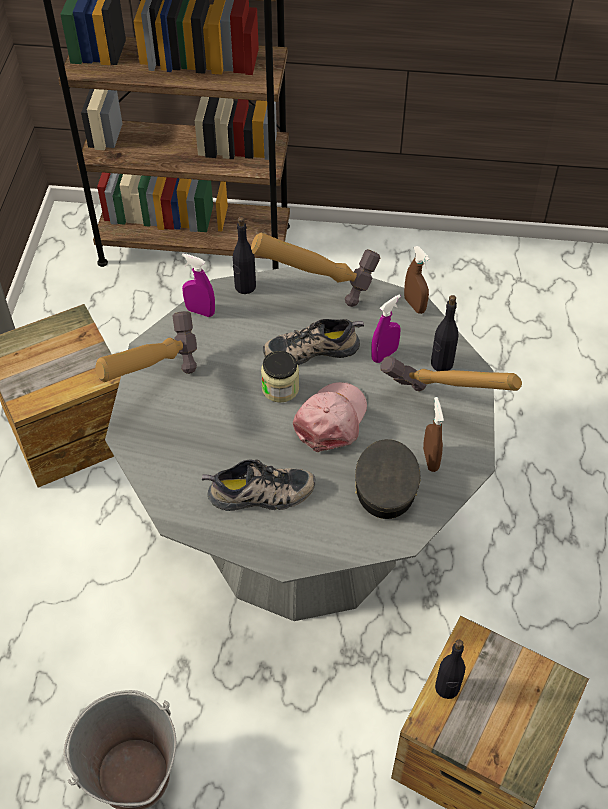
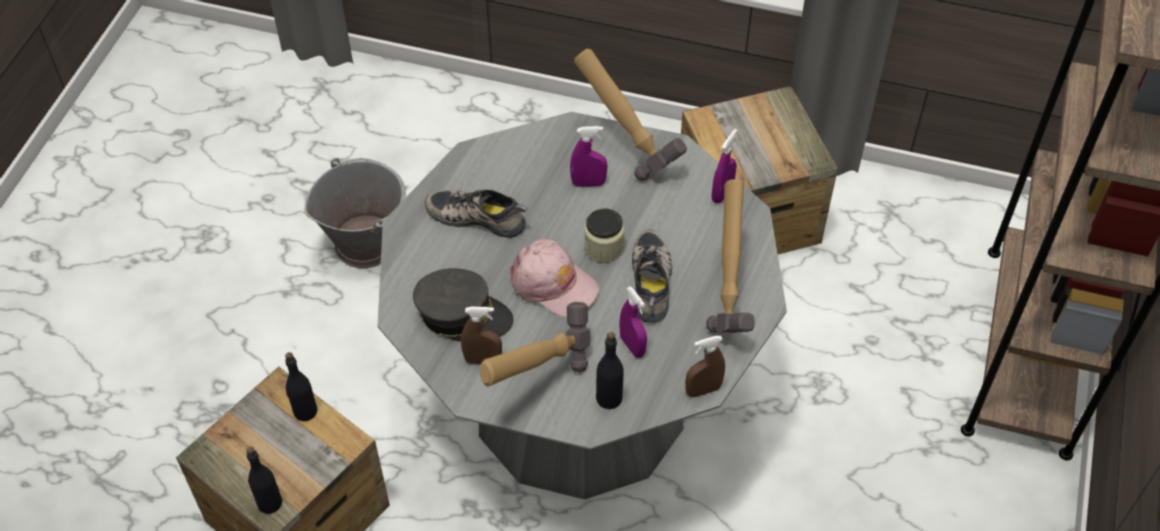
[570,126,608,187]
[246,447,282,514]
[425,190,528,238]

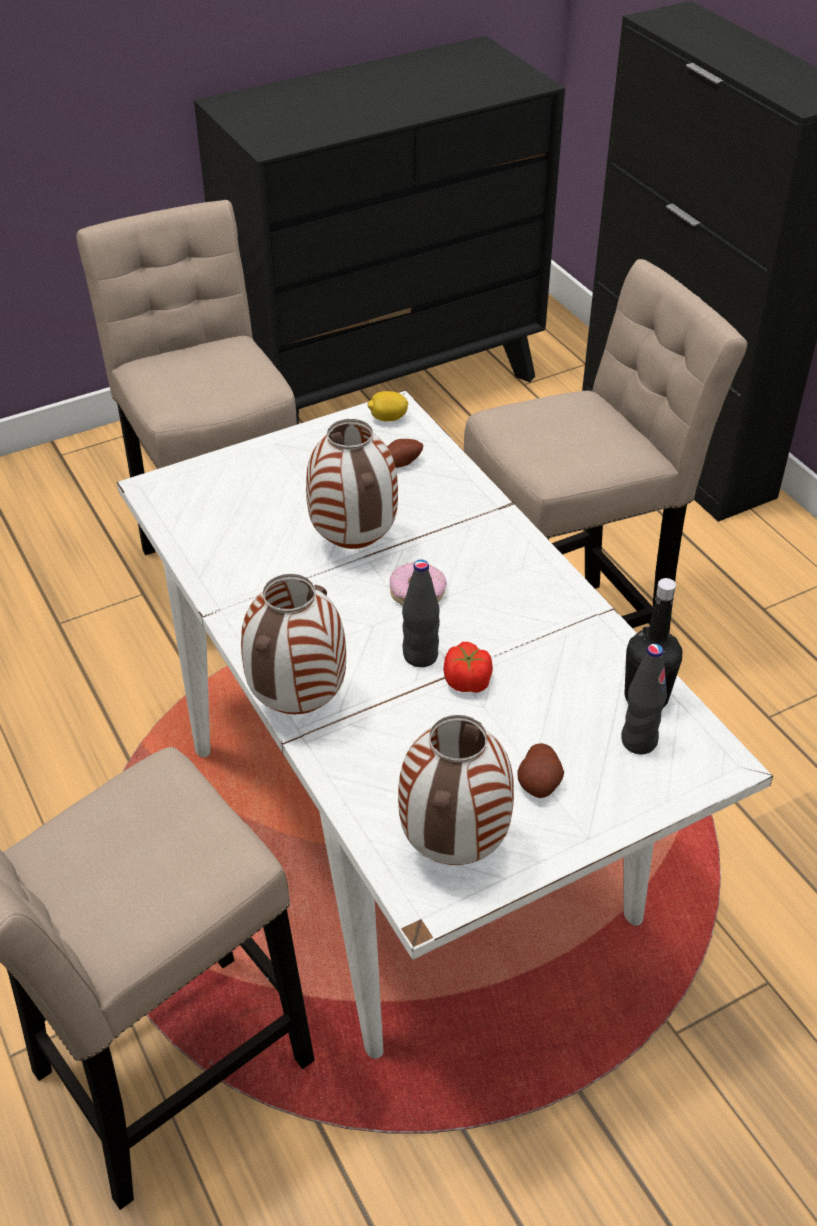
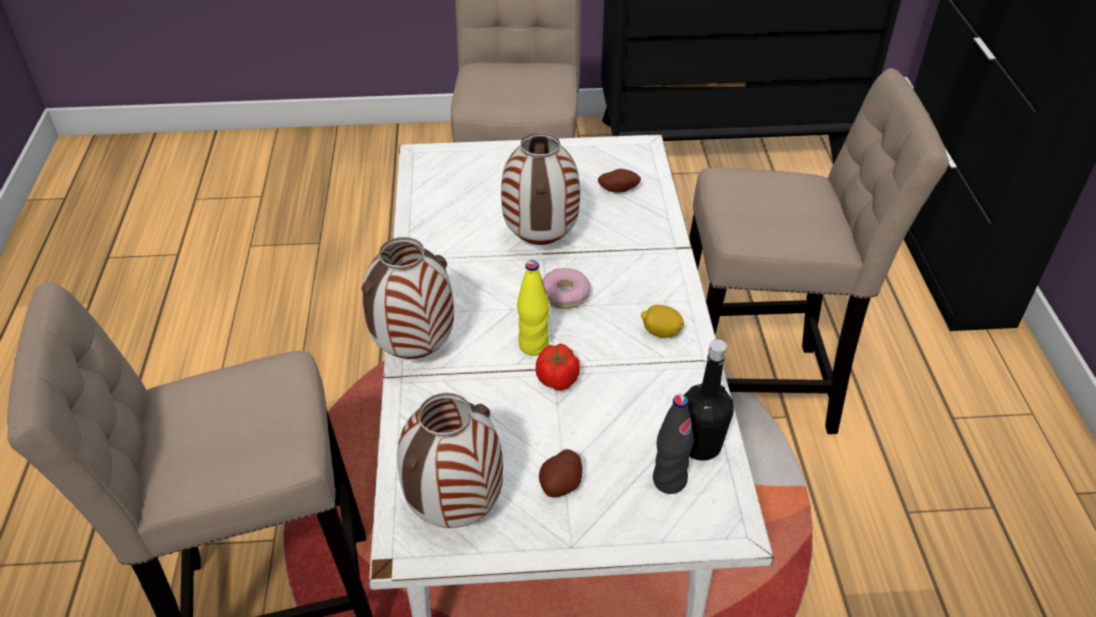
[641,305,684,338]
[517,260,549,356]

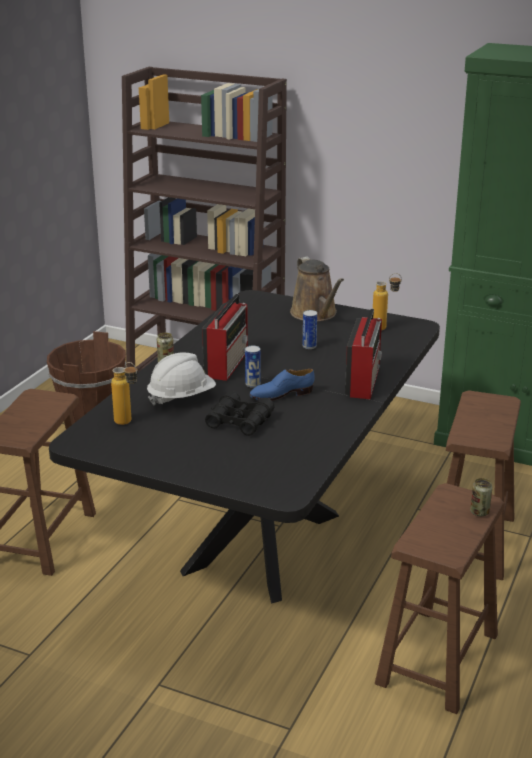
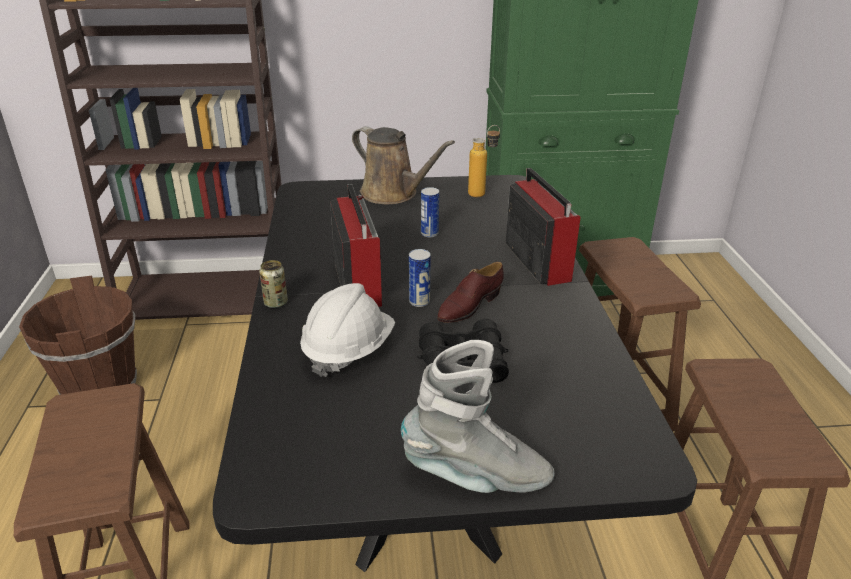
[111,362,138,425] (first image)
[470,478,493,516] (first image)
[401,340,555,493]
[437,262,504,323]

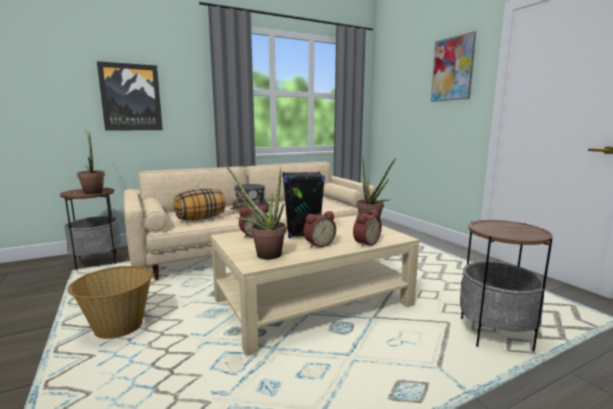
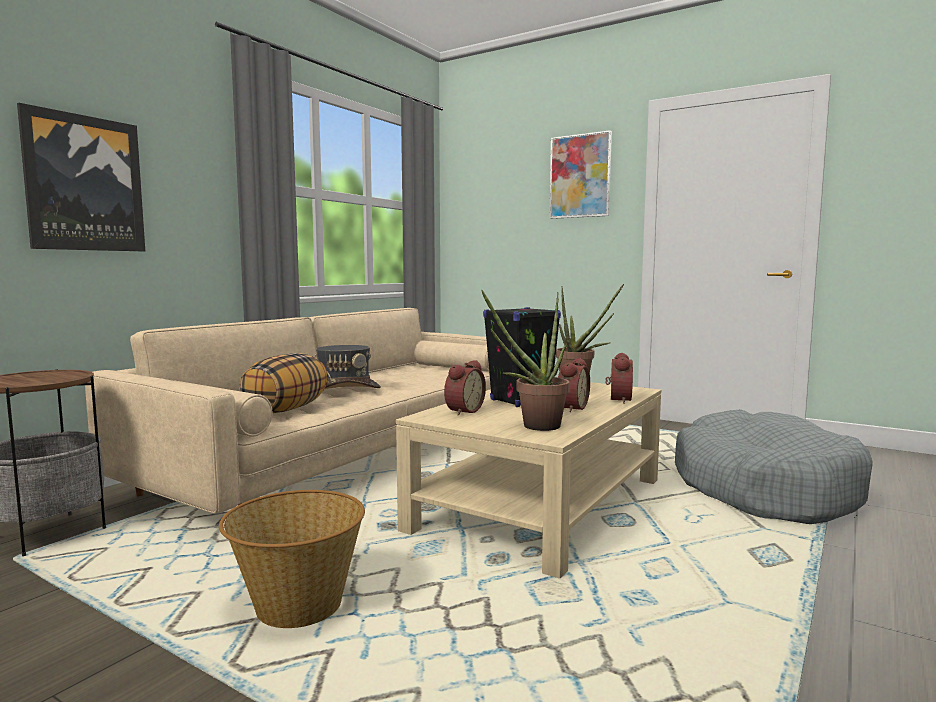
[77,131,105,194] (first image)
[675,409,873,524]

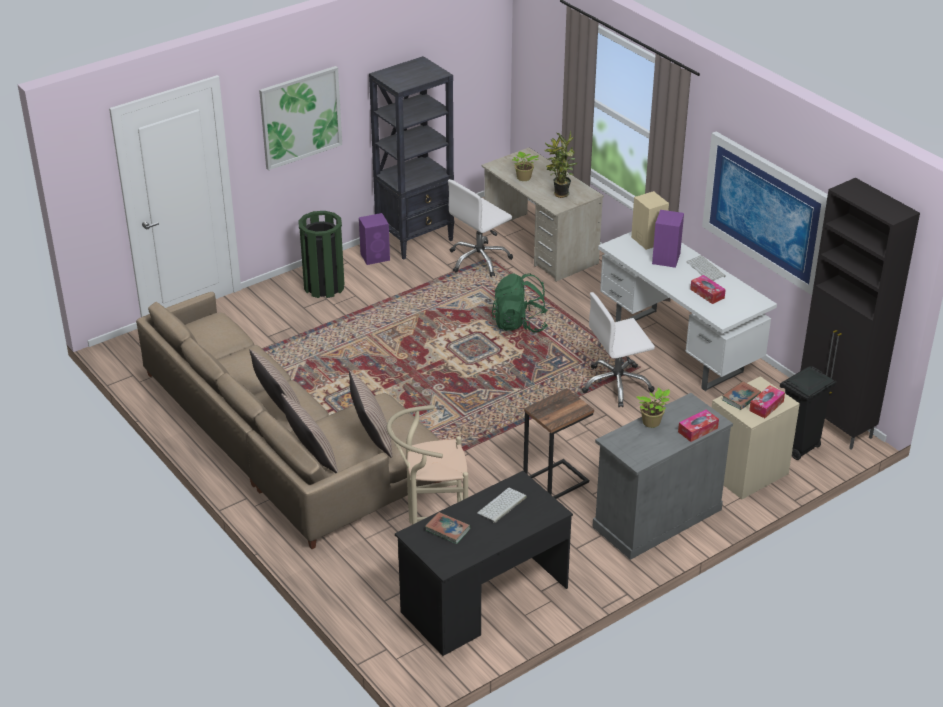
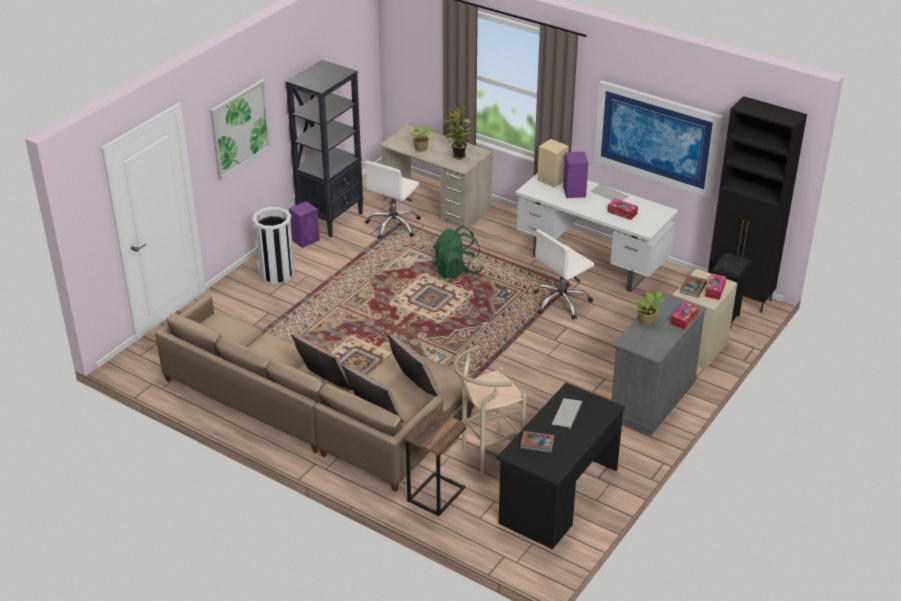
[405,410,467,516]
[252,207,295,284]

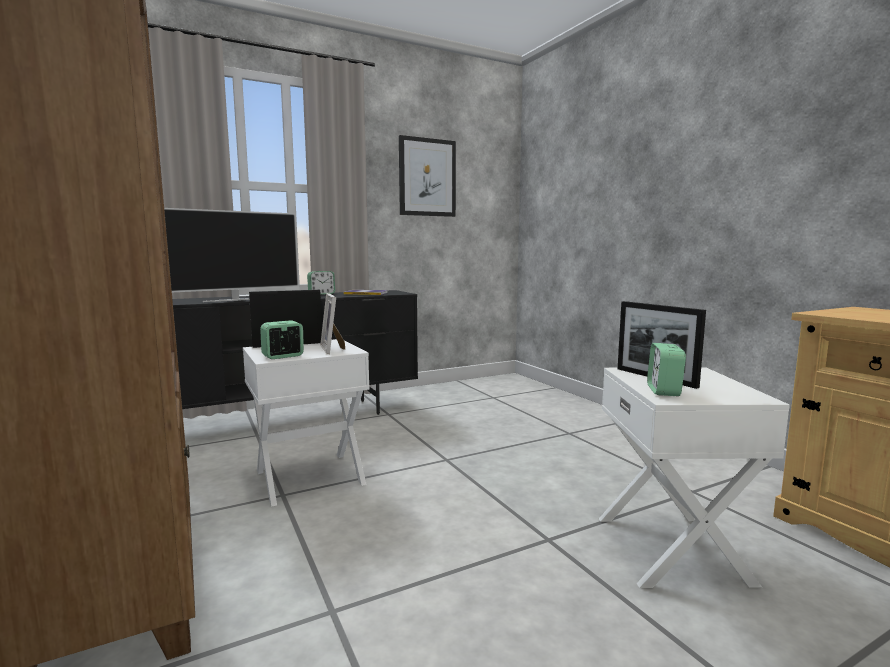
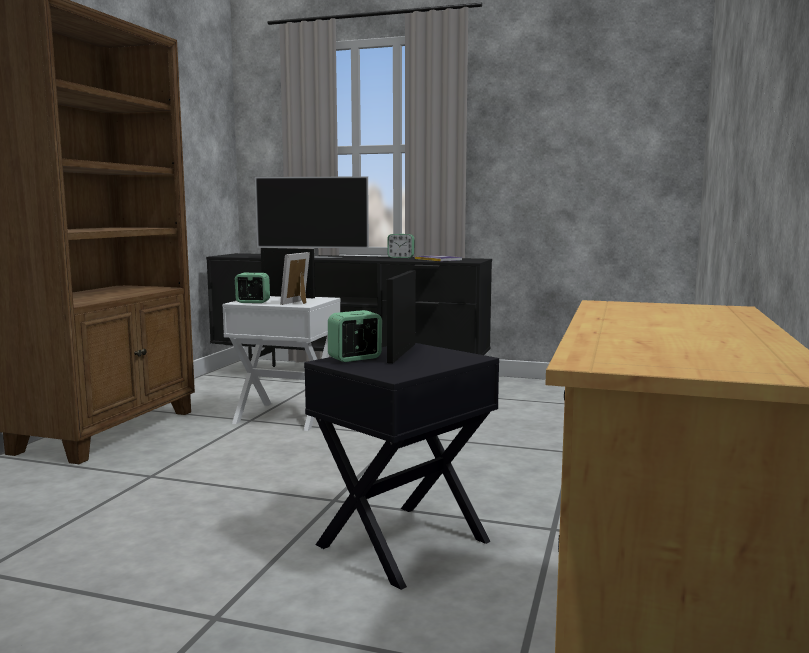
[399,135,456,217] (first image)
[304,343,499,590]

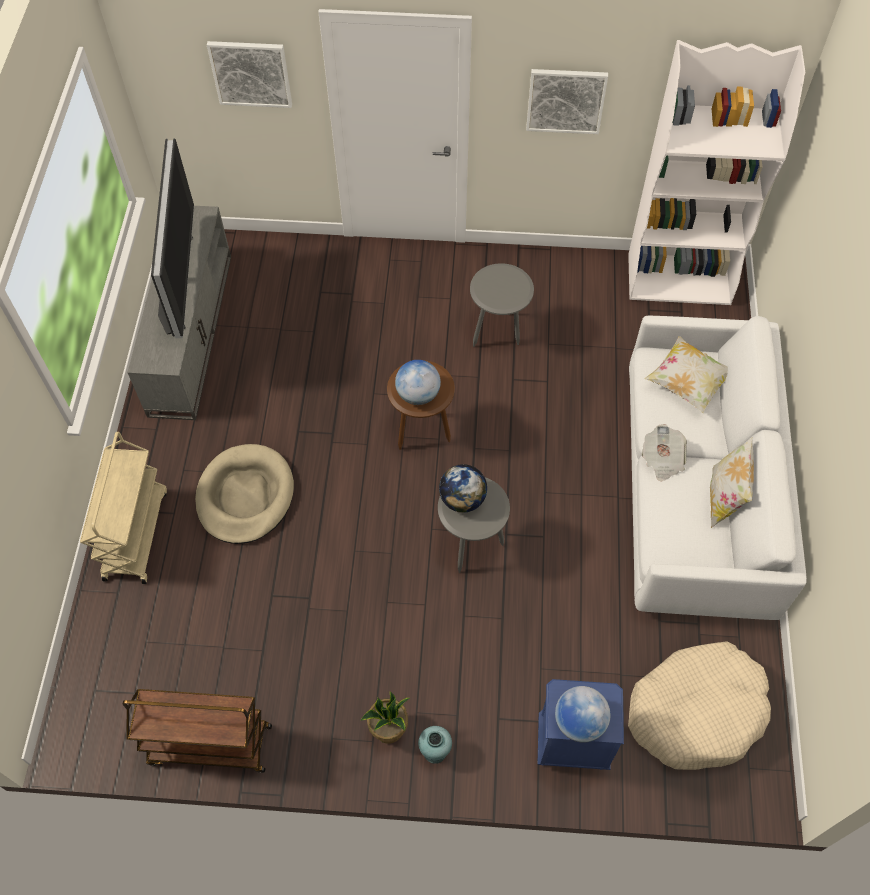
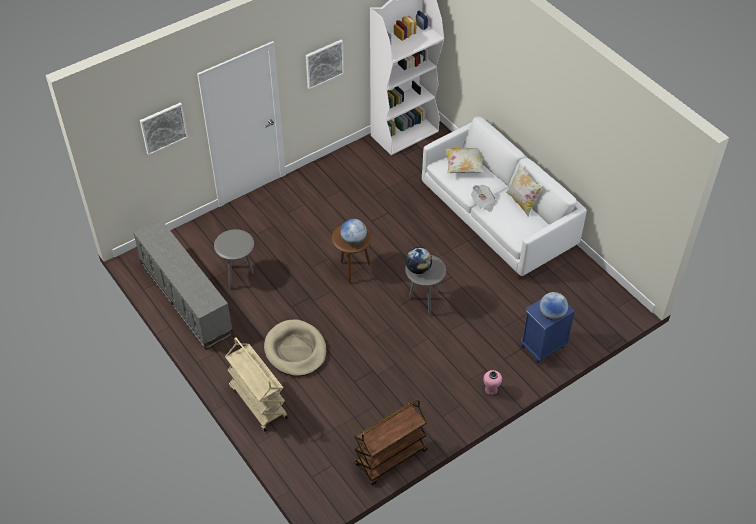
[151,139,194,338] (first image)
[361,692,409,744] (first image)
[628,641,771,770] (first image)
[214,229,254,289]
[483,370,502,395]

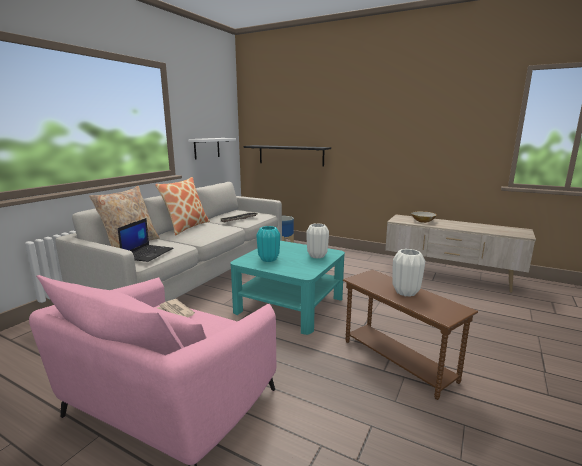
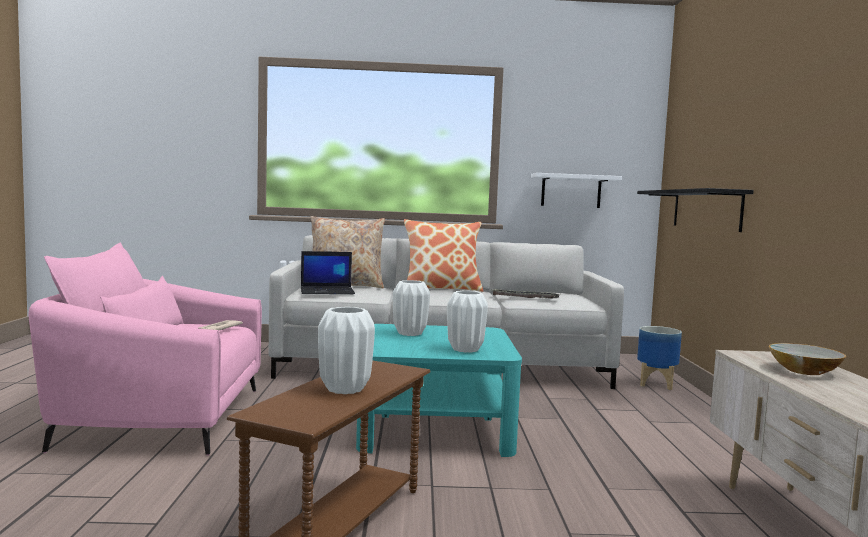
[393,280,430,336]

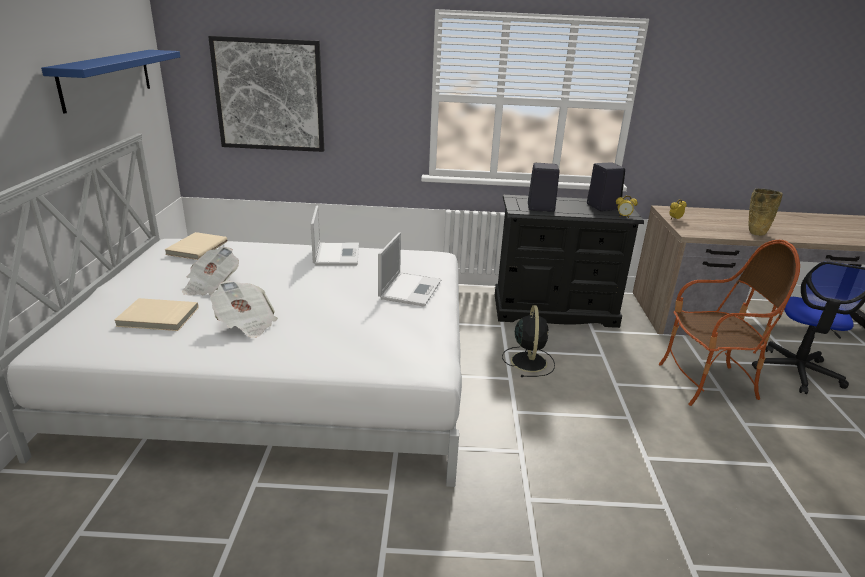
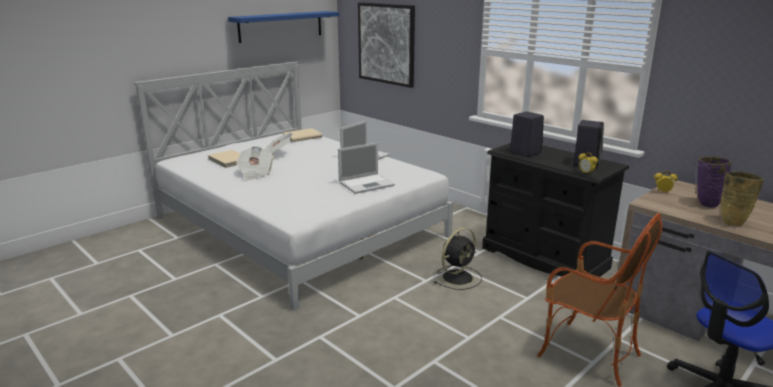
[697,156,731,208]

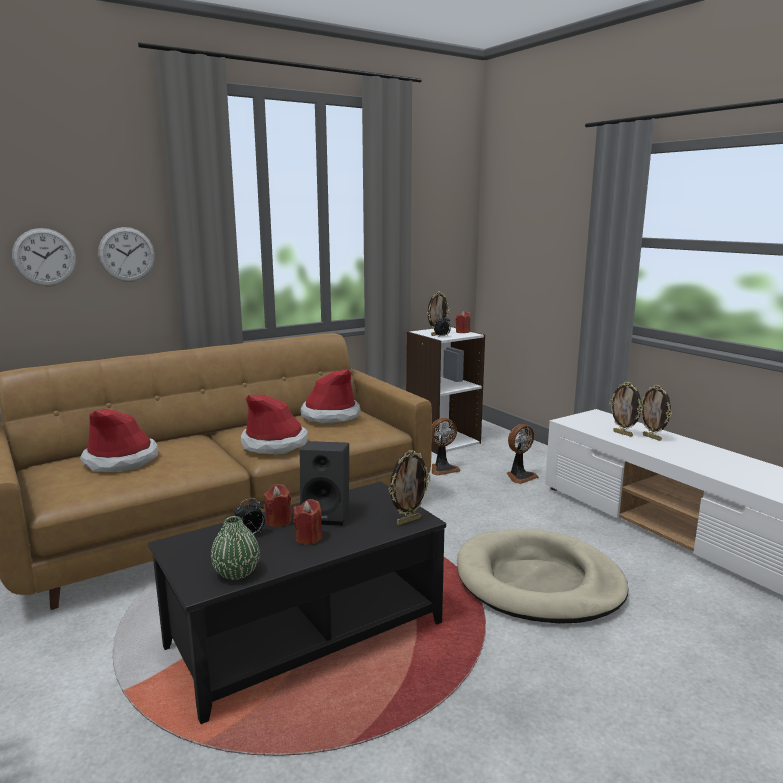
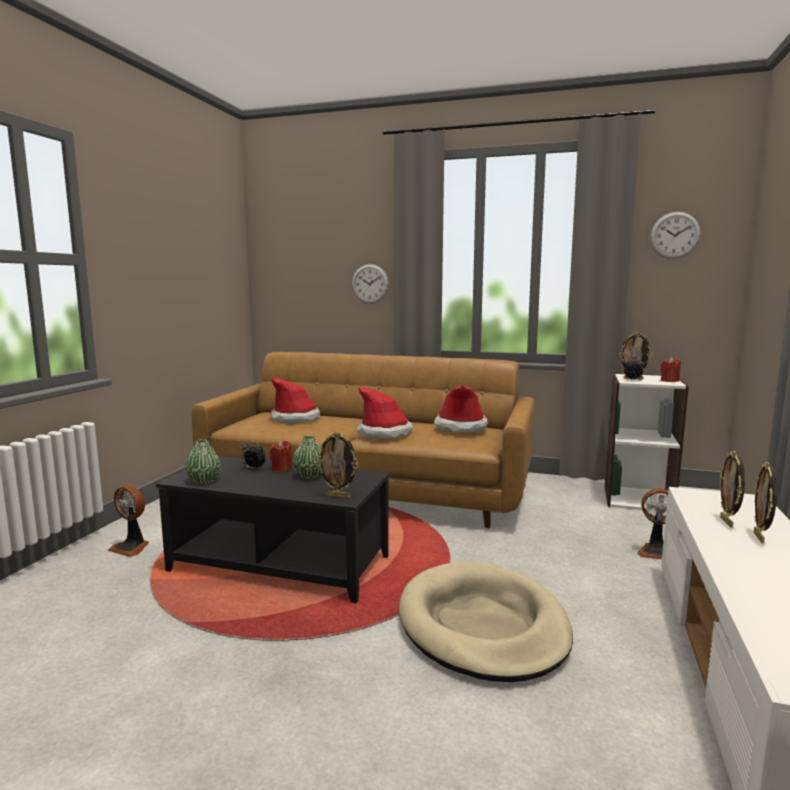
[293,499,322,544] (first image)
[650,212,701,259]
[108,485,149,557]
[293,435,322,479]

